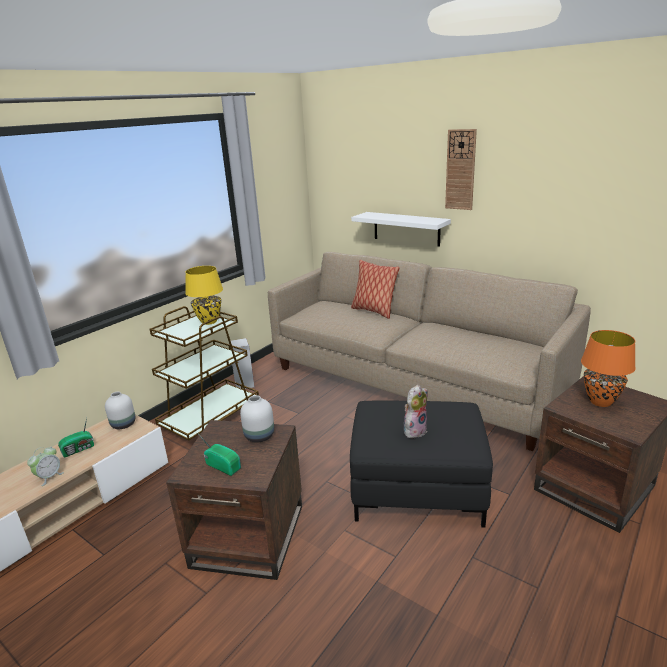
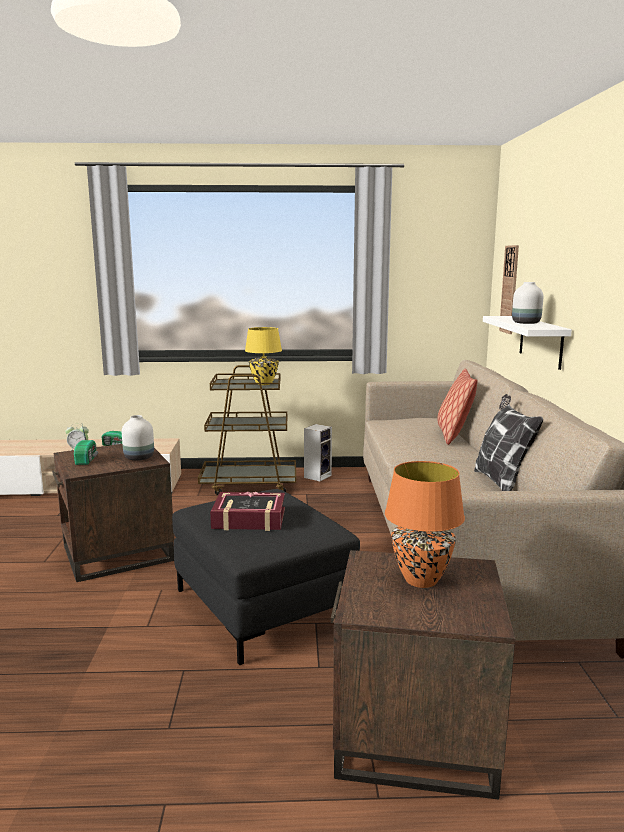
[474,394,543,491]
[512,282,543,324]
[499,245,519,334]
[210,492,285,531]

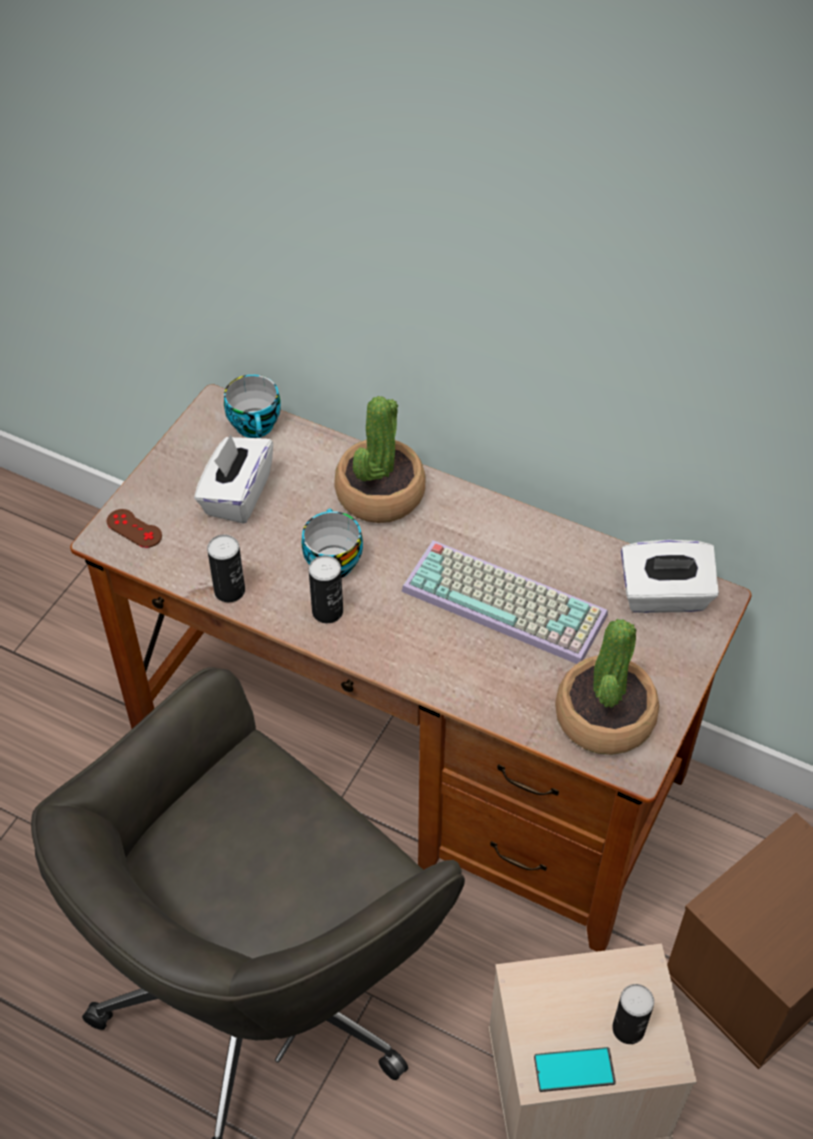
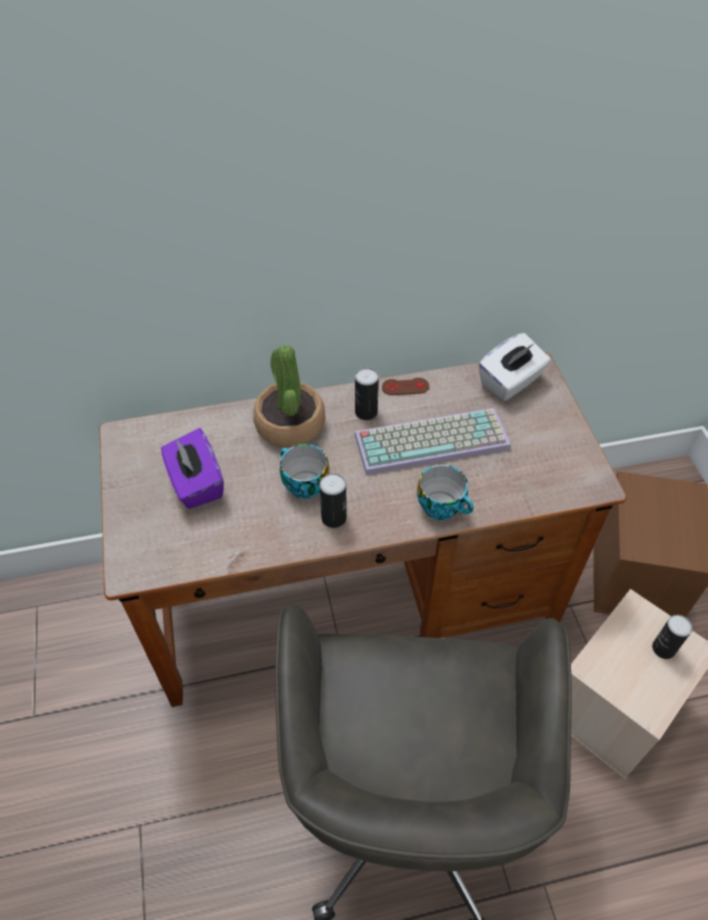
[534,1047,616,1092] (first image)
[555,619,659,755] (first image)
[382,378,429,395]
[355,368,379,420]
[417,464,474,520]
[161,428,224,509]

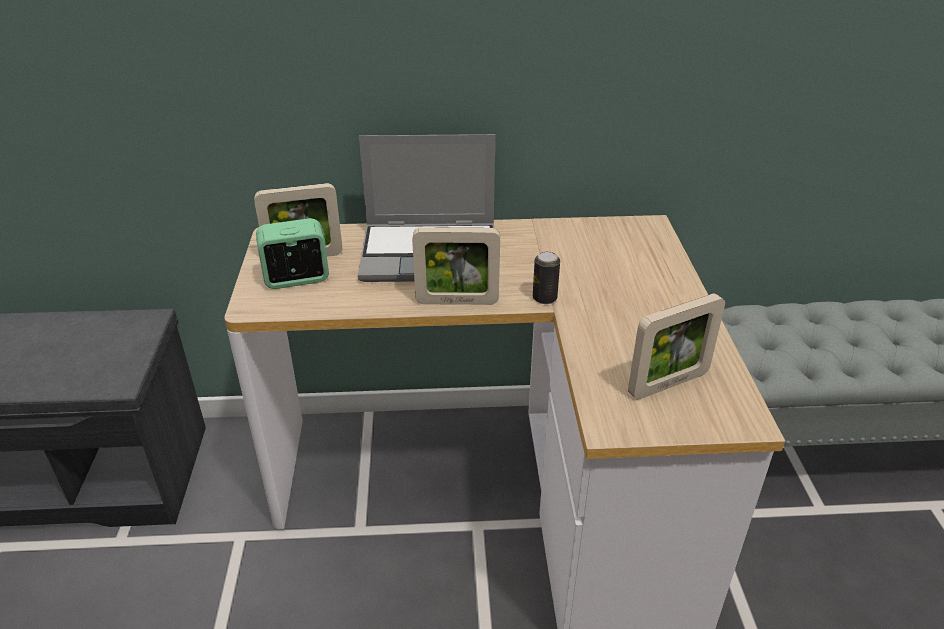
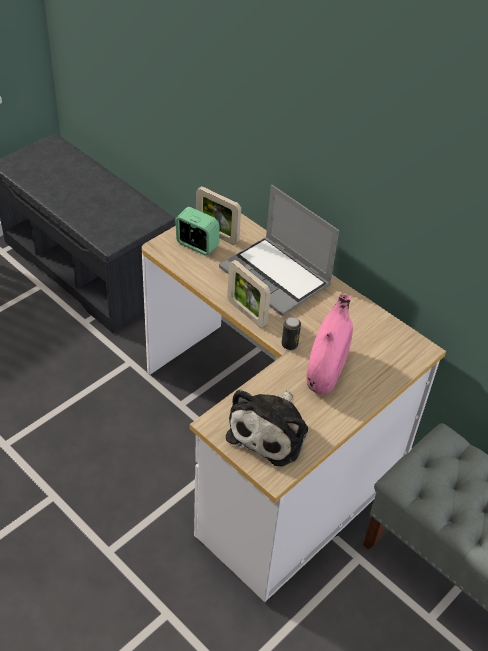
[306,294,353,394]
[226,389,308,466]

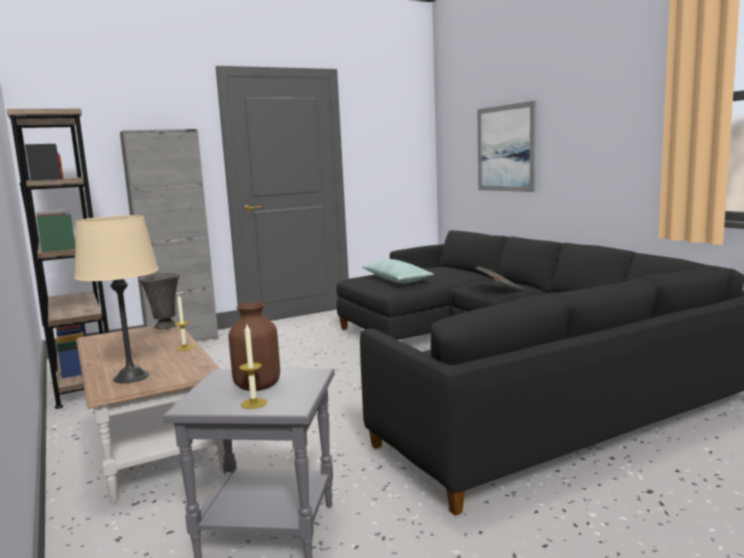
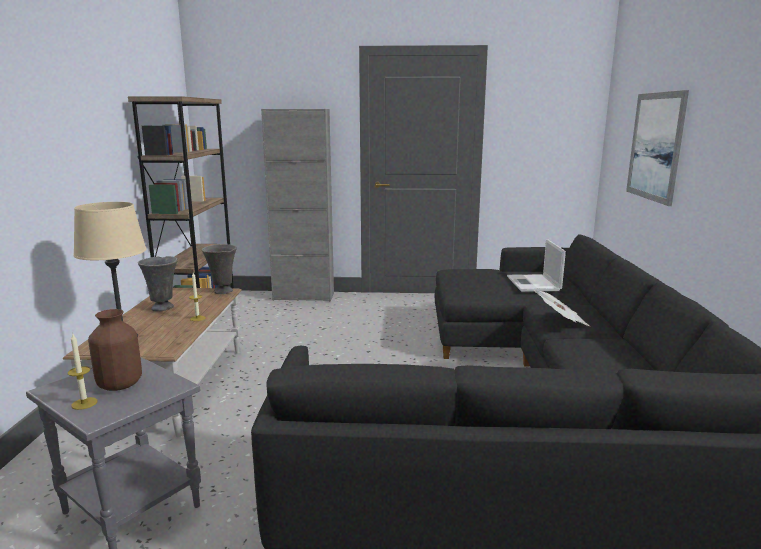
[362,259,434,283] (first image)
[138,256,178,311]
[507,239,566,292]

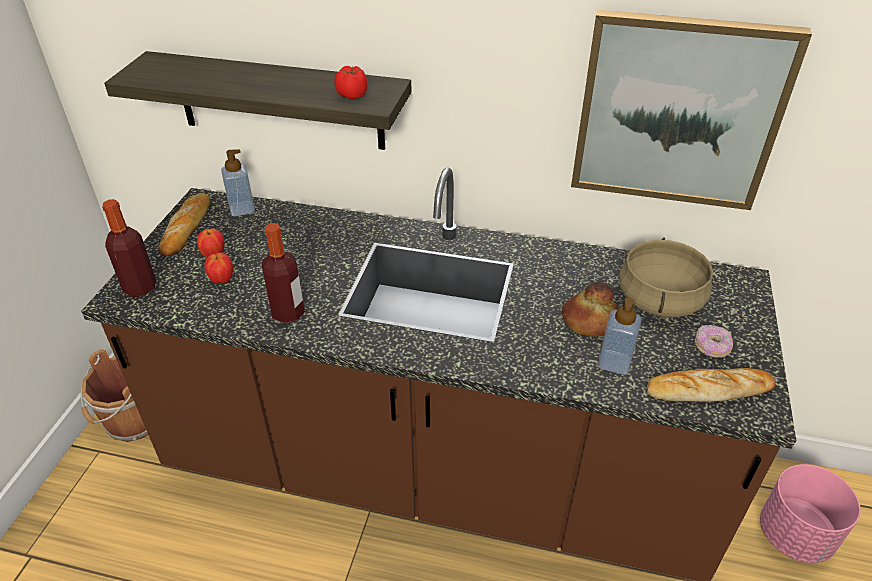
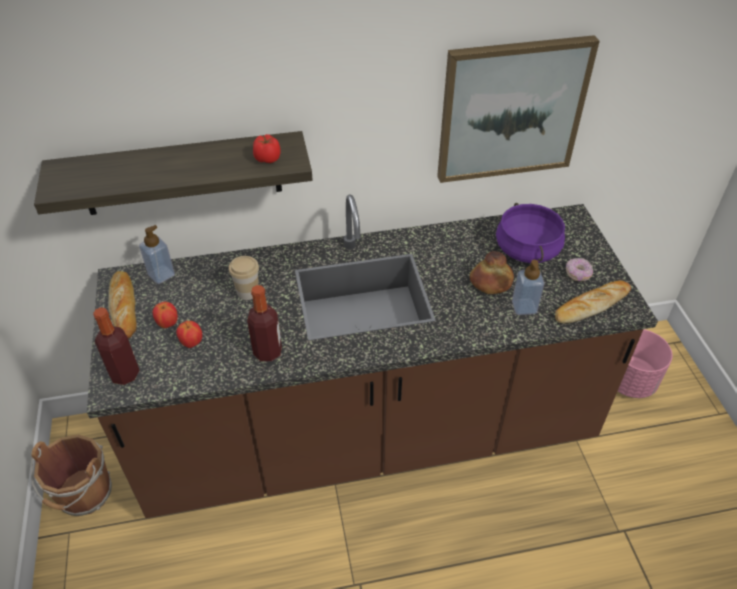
[229,256,259,300]
[496,203,565,263]

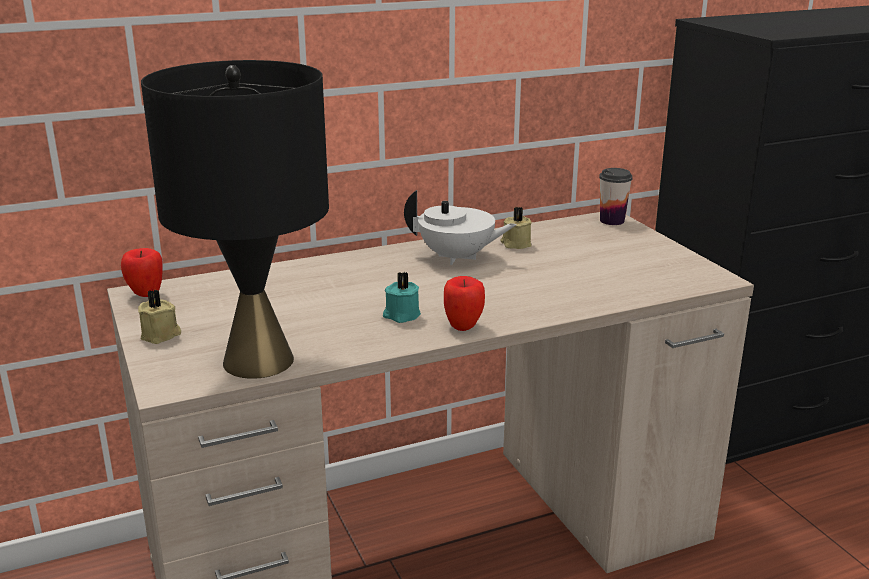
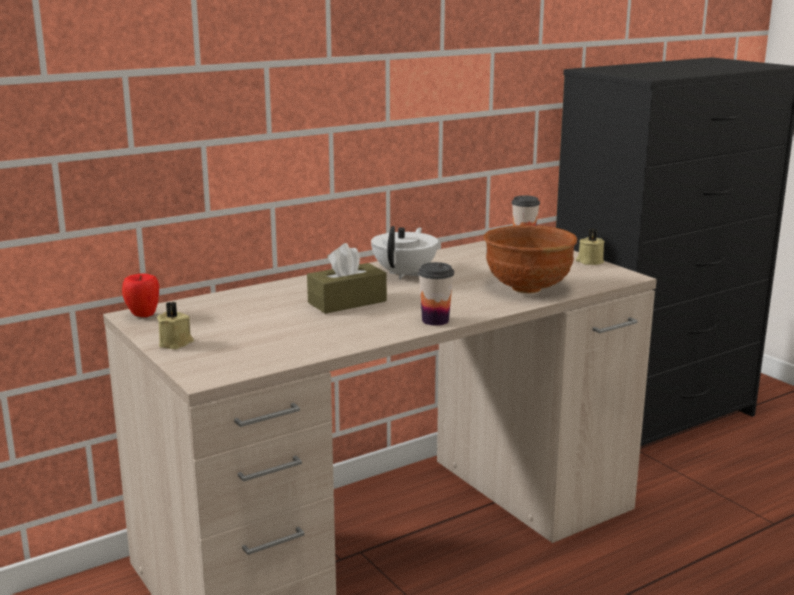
[141,60,329,379] (first image)
[383,272,421,323] (first image)
[307,243,387,314]
[483,225,577,293]
[576,229,605,265]
[418,262,454,326]
[371,226,438,279]

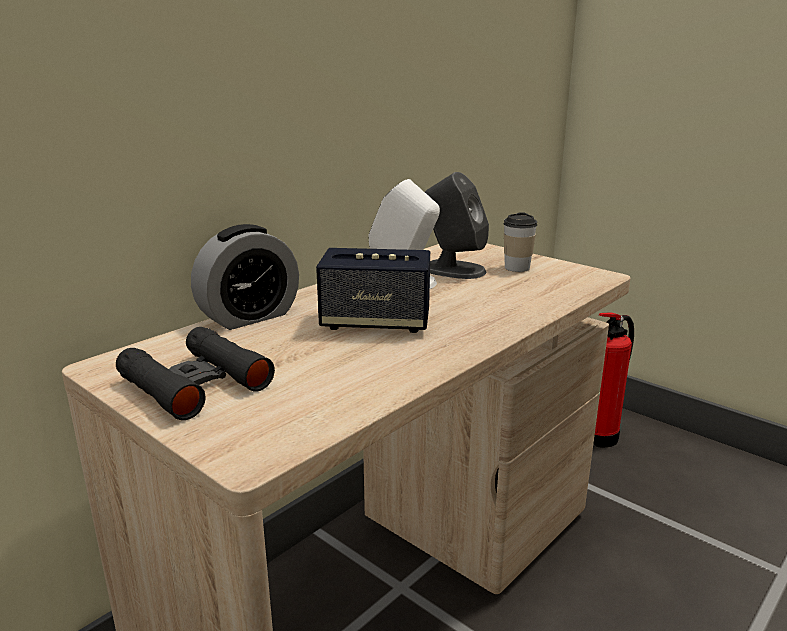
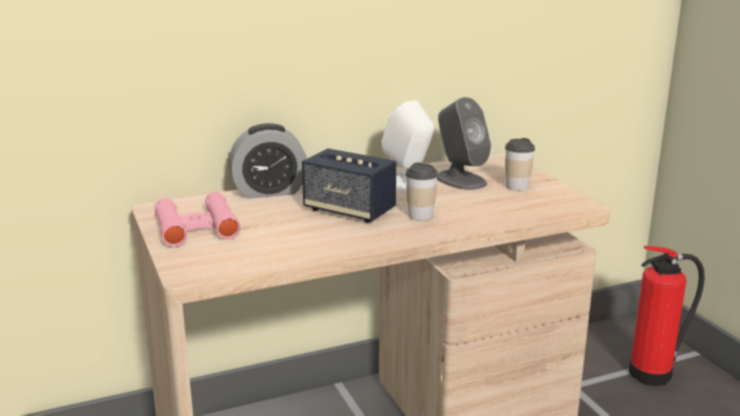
[406,162,438,221]
[155,192,241,247]

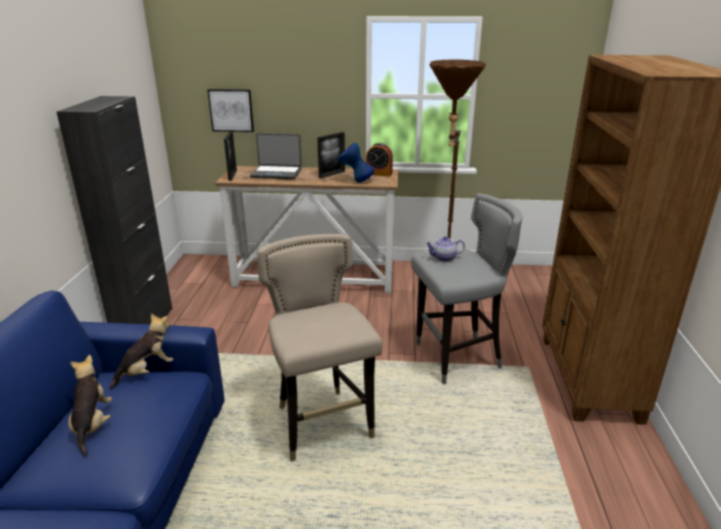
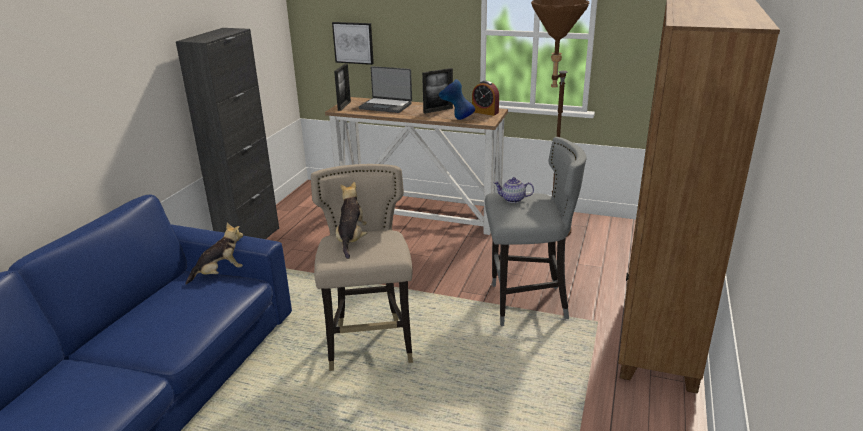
[336,182,367,259]

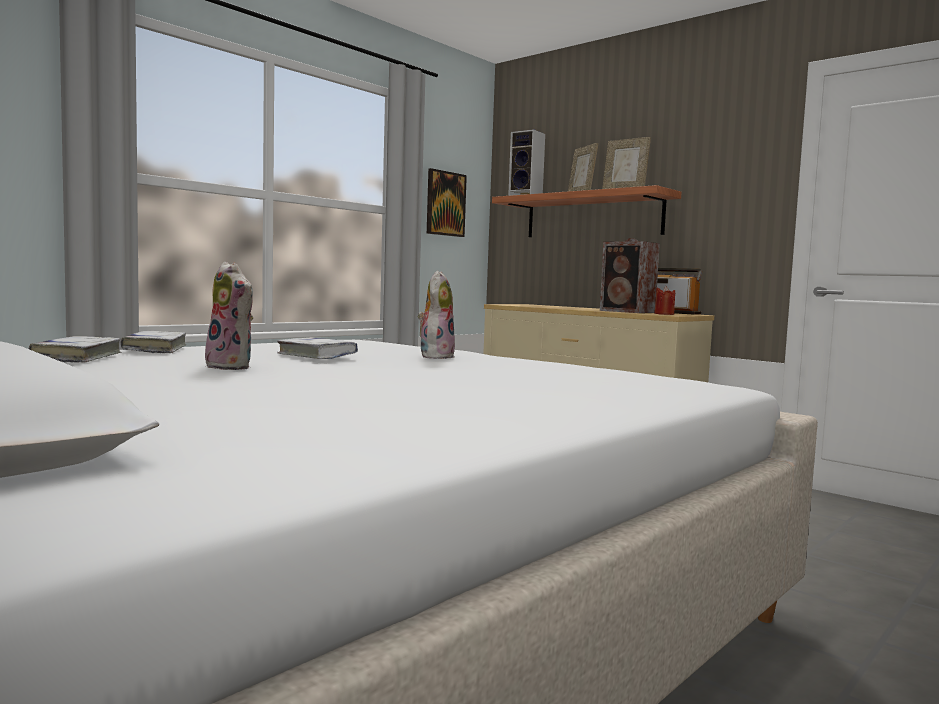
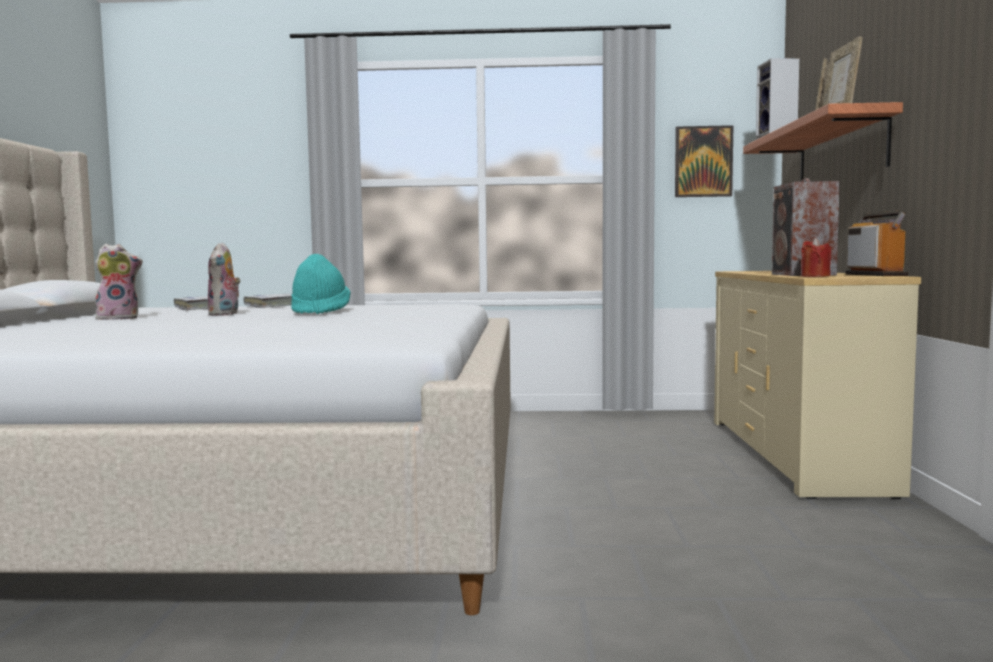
[94,244,143,320]
[291,254,351,314]

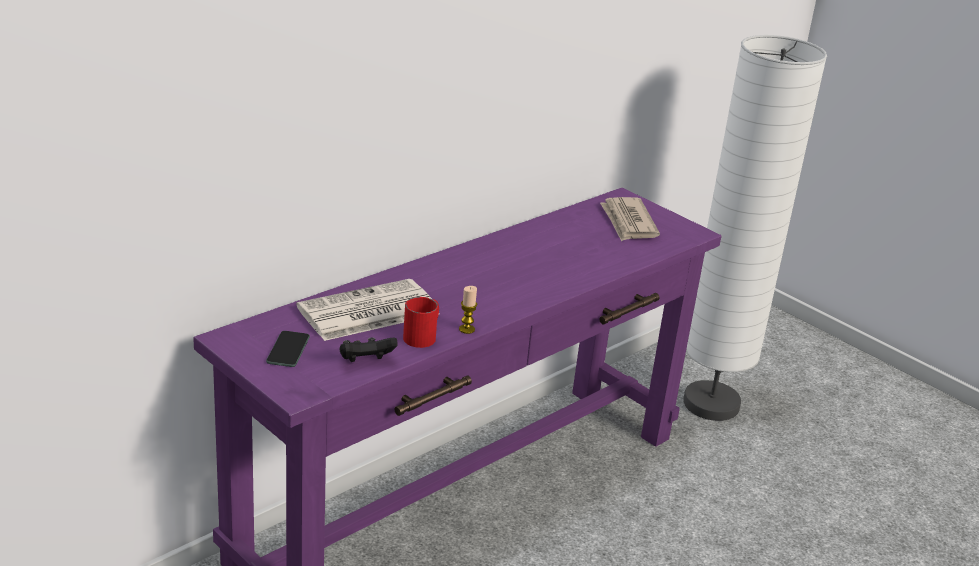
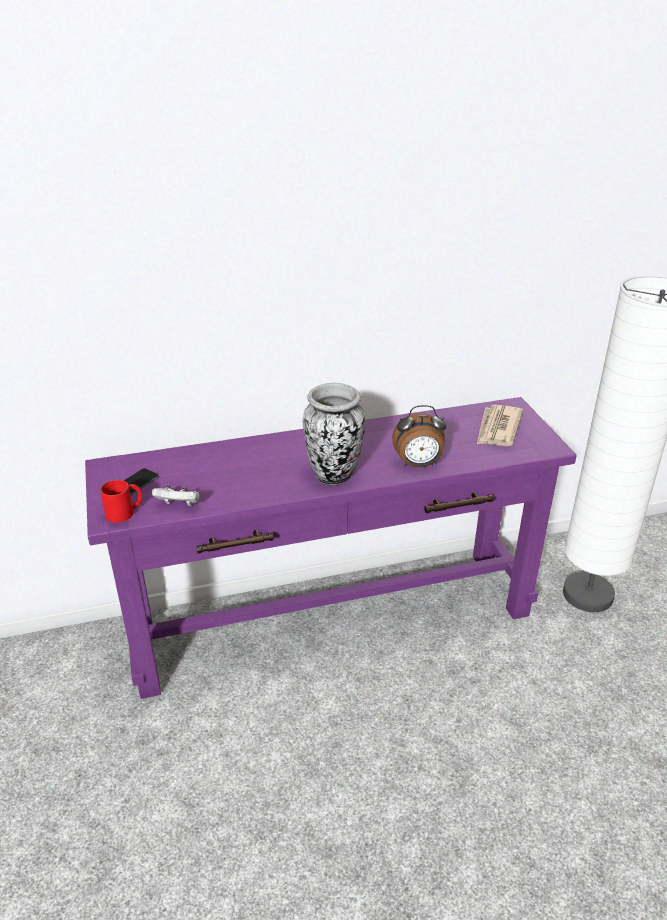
[296,279,440,341] (first image)
[459,286,477,334] (first image)
[303,383,366,485]
[392,405,446,467]
[100,480,143,523]
[152,486,199,506]

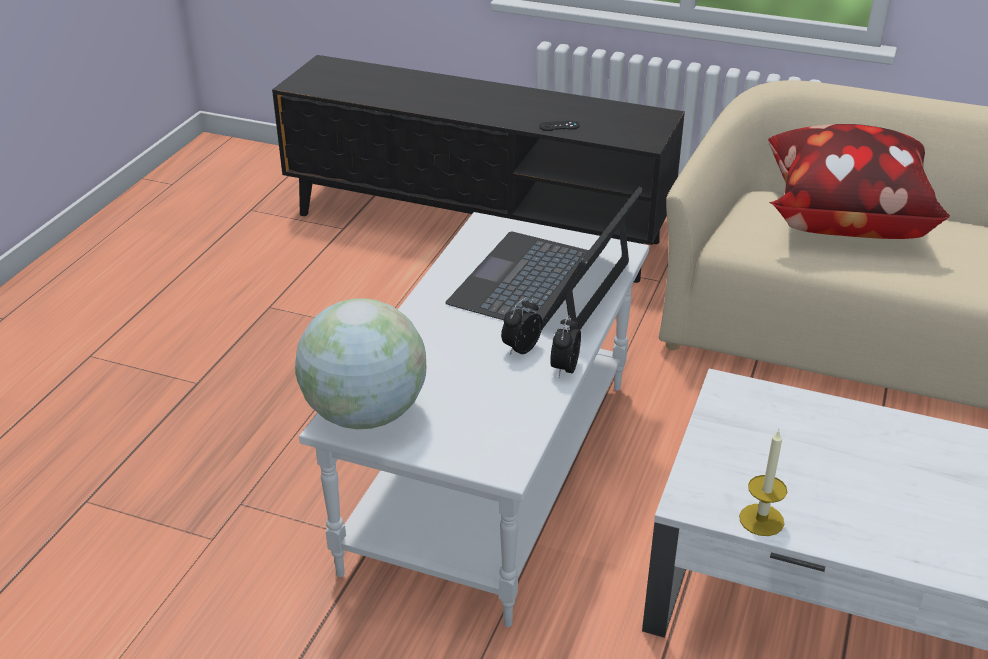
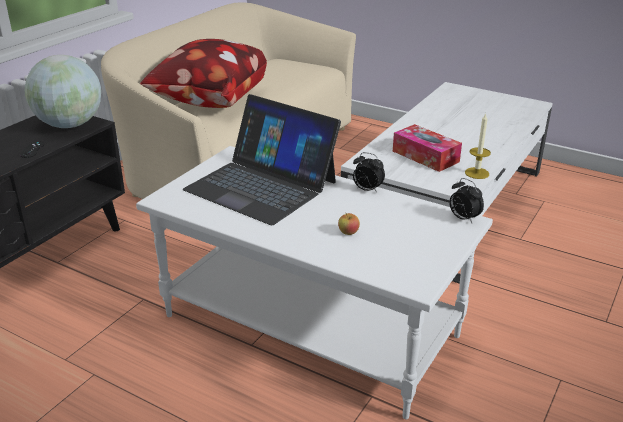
[338,213,360,235]
[393,124,462,172]
[25,55,101,128]
[449,178,484,223]

